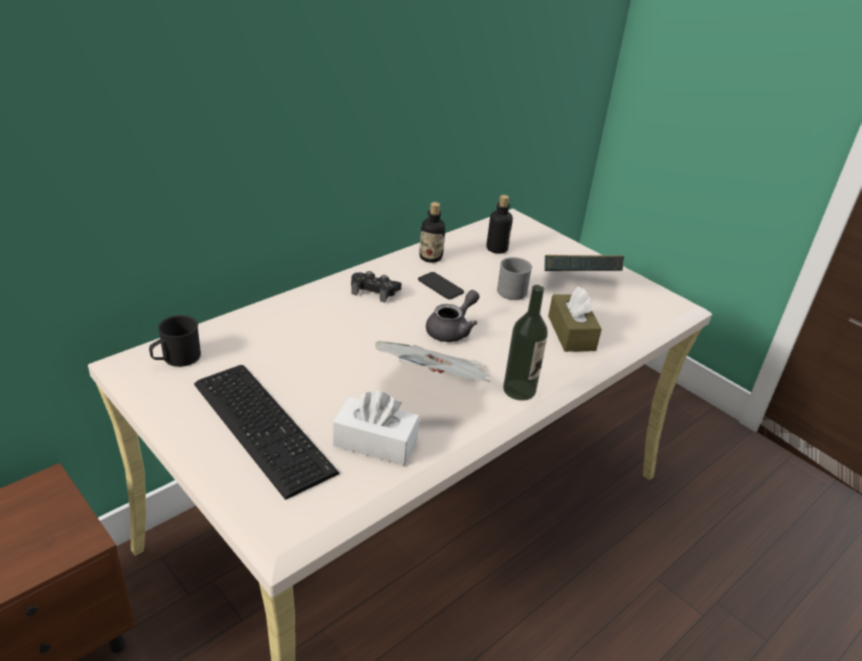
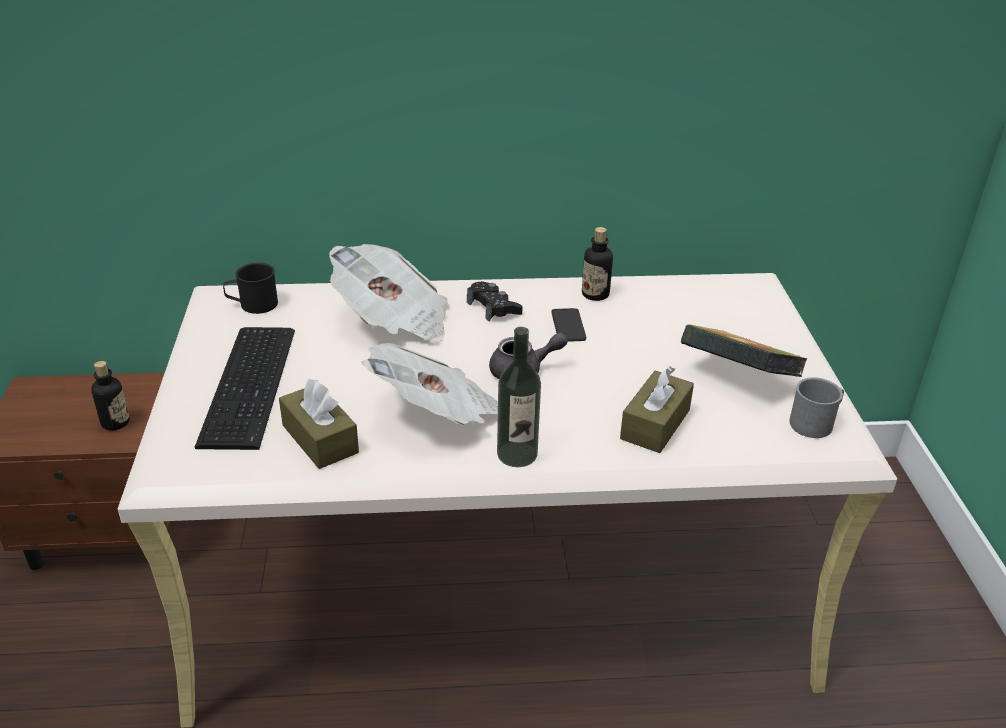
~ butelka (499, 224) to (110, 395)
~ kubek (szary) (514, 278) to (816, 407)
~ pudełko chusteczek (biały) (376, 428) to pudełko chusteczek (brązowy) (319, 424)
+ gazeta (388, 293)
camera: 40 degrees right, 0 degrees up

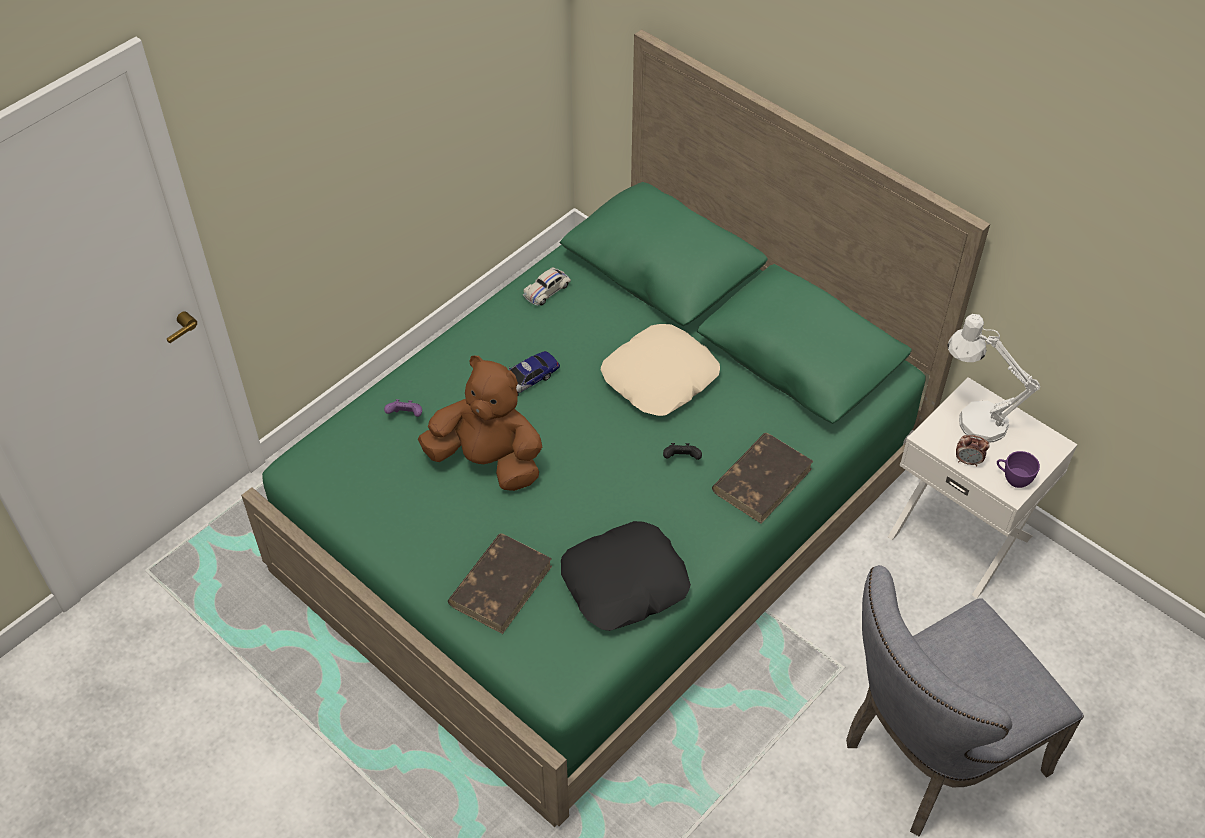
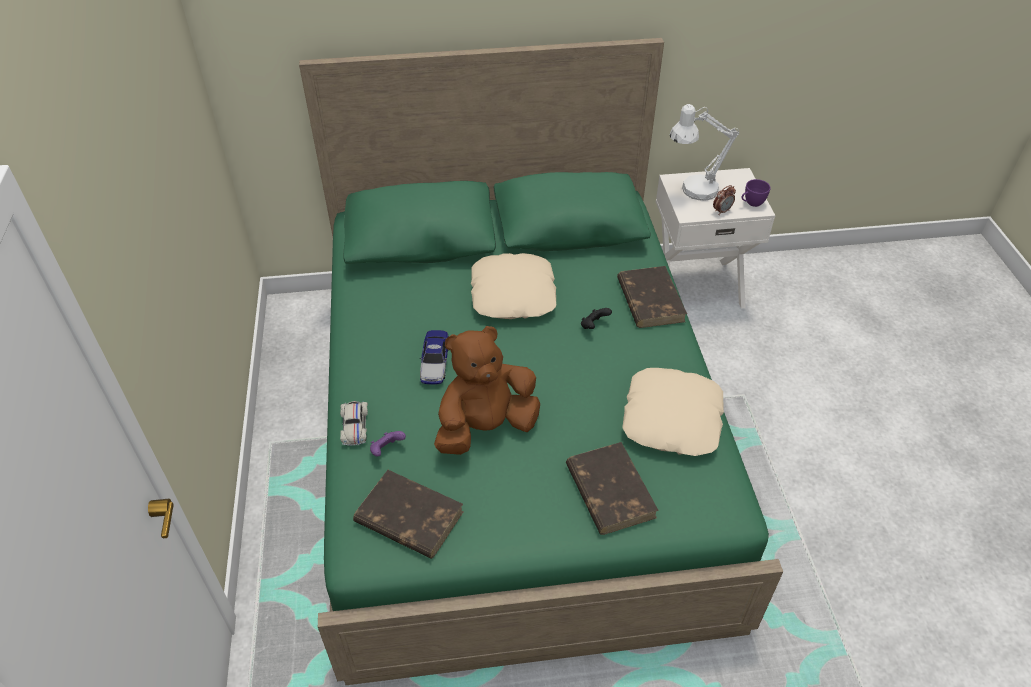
~ samochodzik (biały) (546, 286) to (354, 423)
~ poduszka (czarny) (626, 576) to poduszka (beżowy) (673, 412)
- krzesło (szary) (965, 700)
+ książka (brązowy) (408, 514)
camera: 50 degrees left, 5 degrees down

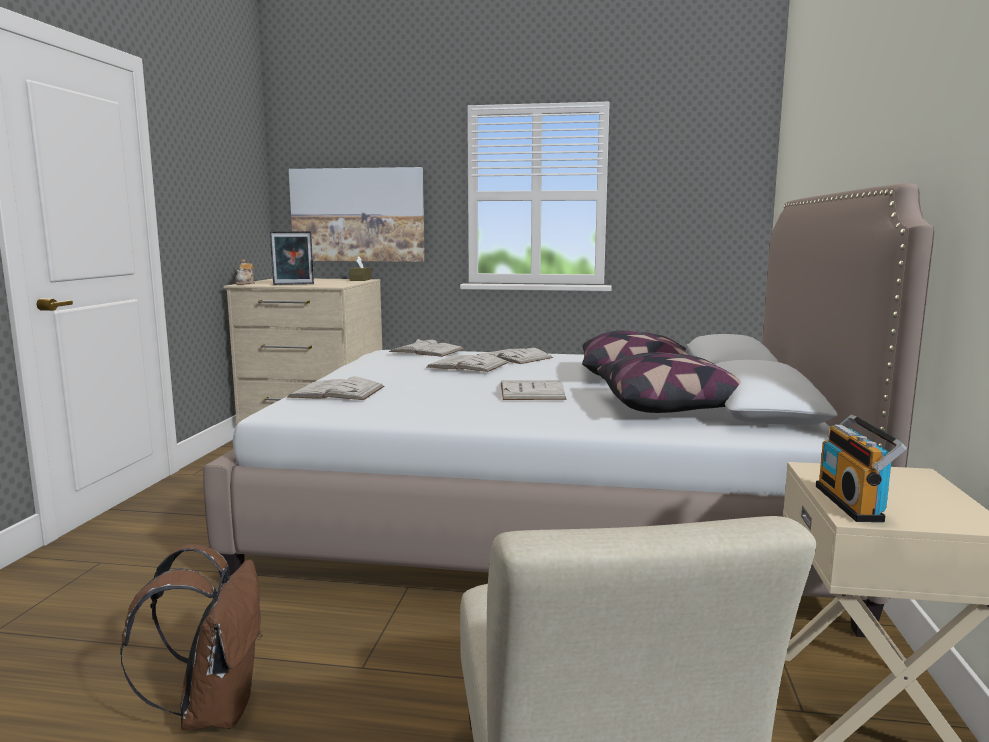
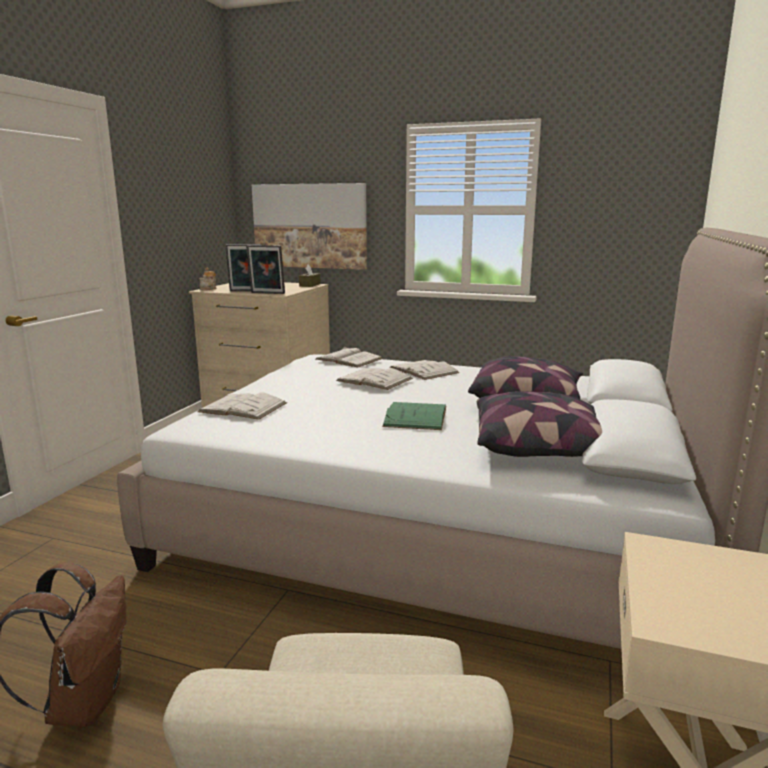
~ książka (biały) (534, 390) to książka (zielony) (414, 416)
- radio (861, 468)
+ ramka na zdjęcie (265, 269)
camera: 10 degrees right, 5 degrees up

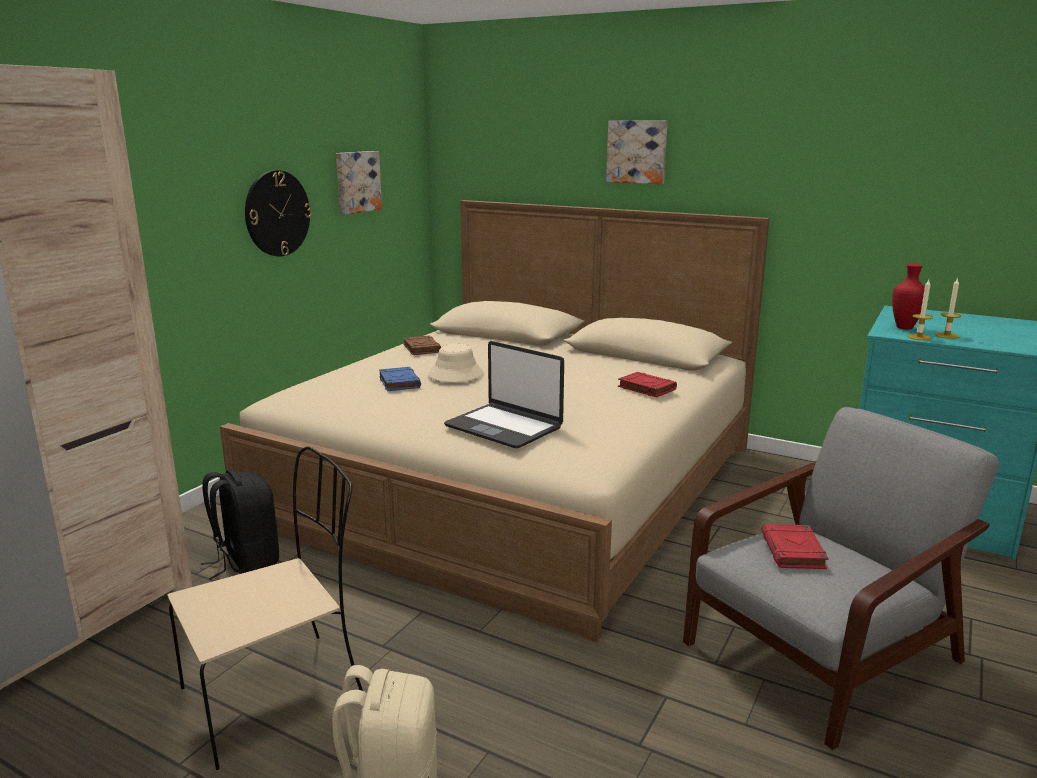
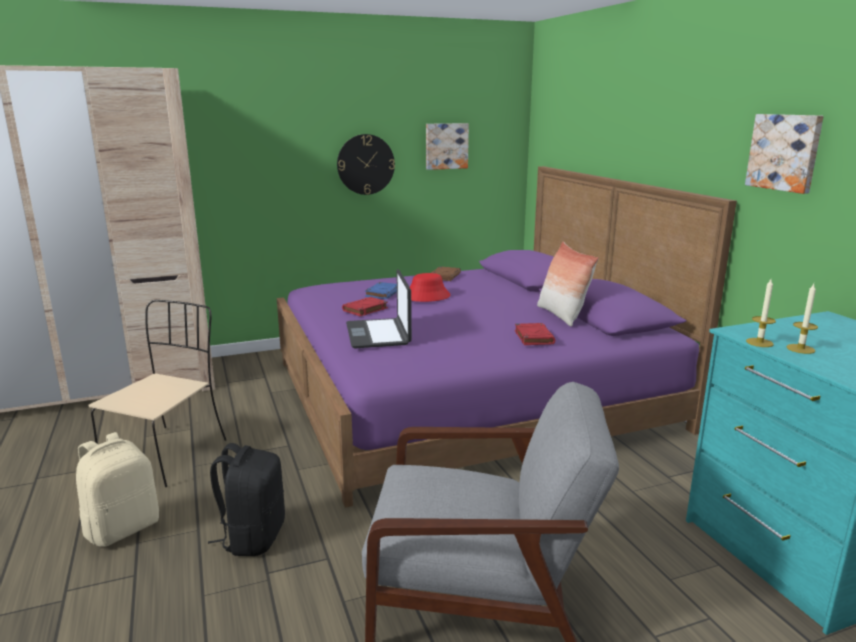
~ obraz (637, 152) to (784, 154)
~ łóżko (beżowy) (495, 421) to łóżko (fioletowy) (507, 337)
- wazon (czerwony) (908, 296)
~ kapelusz (beżowy) (455, 363) to kapelusz (czerwony) (430, 287)
~ krzesło (beżowy) (265, 608) = (157, 393) 75 degrees counterclockwise
~ plecak (czarny) (240, 525) to (246, 499)
~ książka (czerwony) (795, 546) to (365, 306)
+ poduszka (568, 284)
camera: 40 degrees right, 0 degrees up

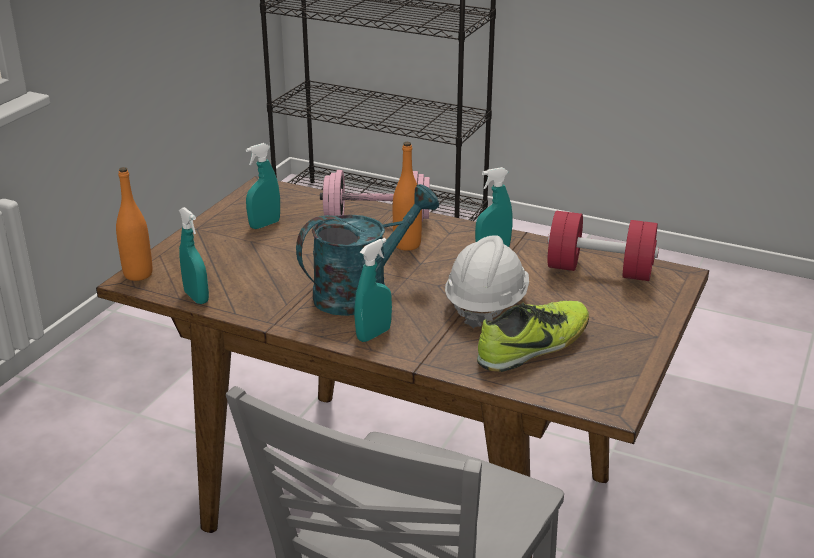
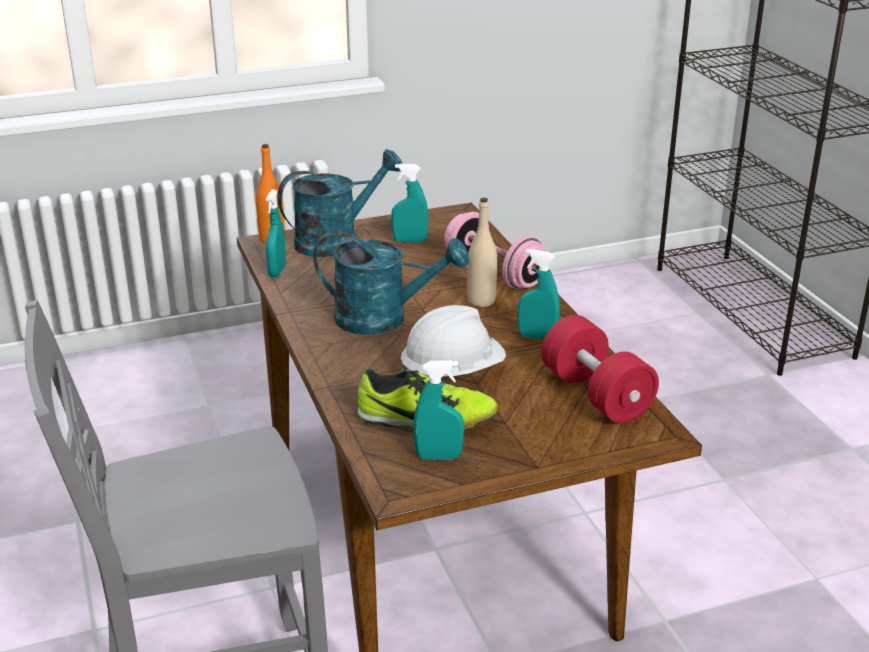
~ butelka (pomarańczowy) (407, 196) to butelka (beżowy) (482, 252)
~ spryskiwacz (turkusowy) (373, 290) to (439, 410)
+ konewka (turkusowy) (340, 203)
camera: 45 degrees right, 0 degrees up

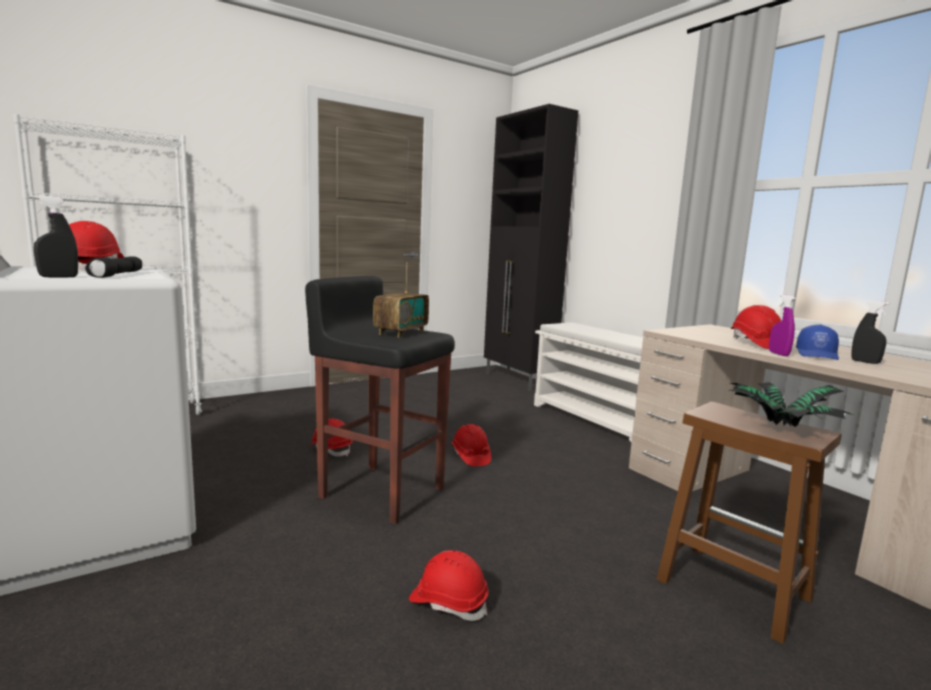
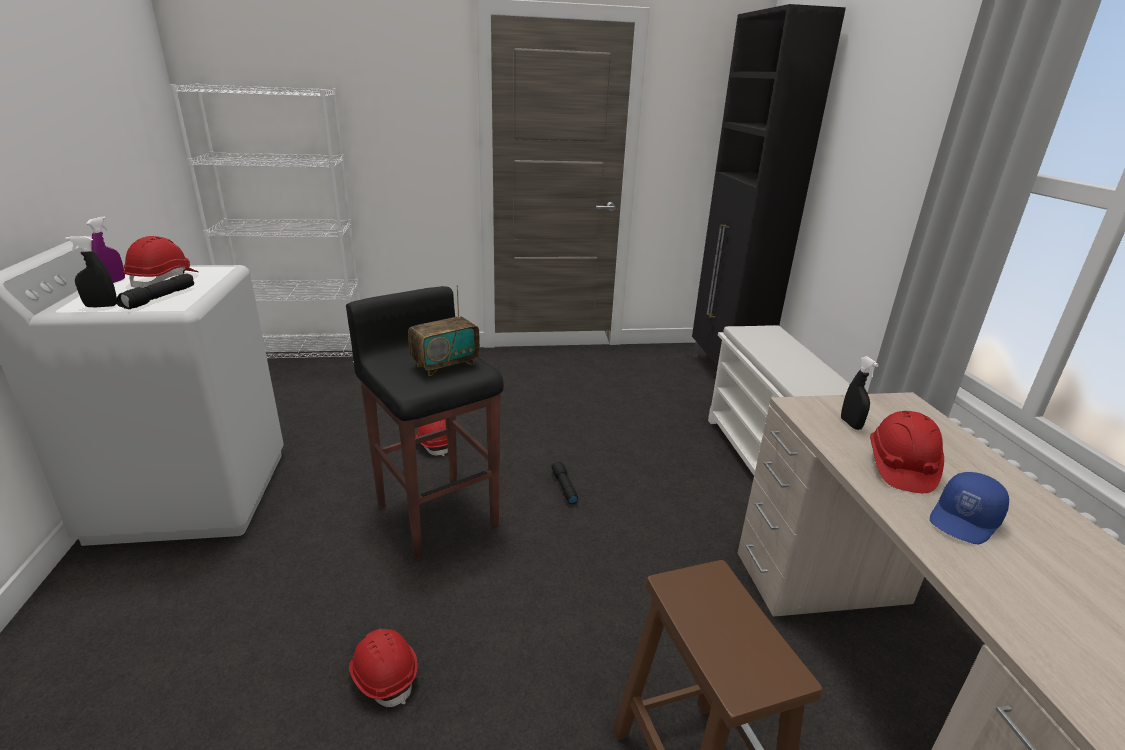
~ spryskiwacz (fioletowy) (782, 325) to (105, 249)
~ spryskiwacz (czarny) (870, 332) to (859, 393)
- roślina doniczkowa (791, 404)
~ kask (czerwony) (471, 445) to latarka (czarny) (564, 482)
camera: 25 degrees right, 15 degrees up

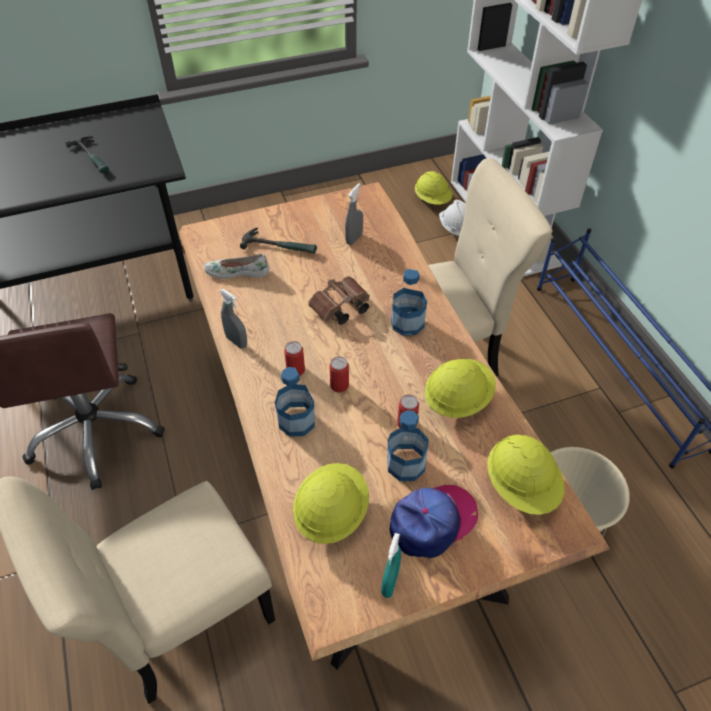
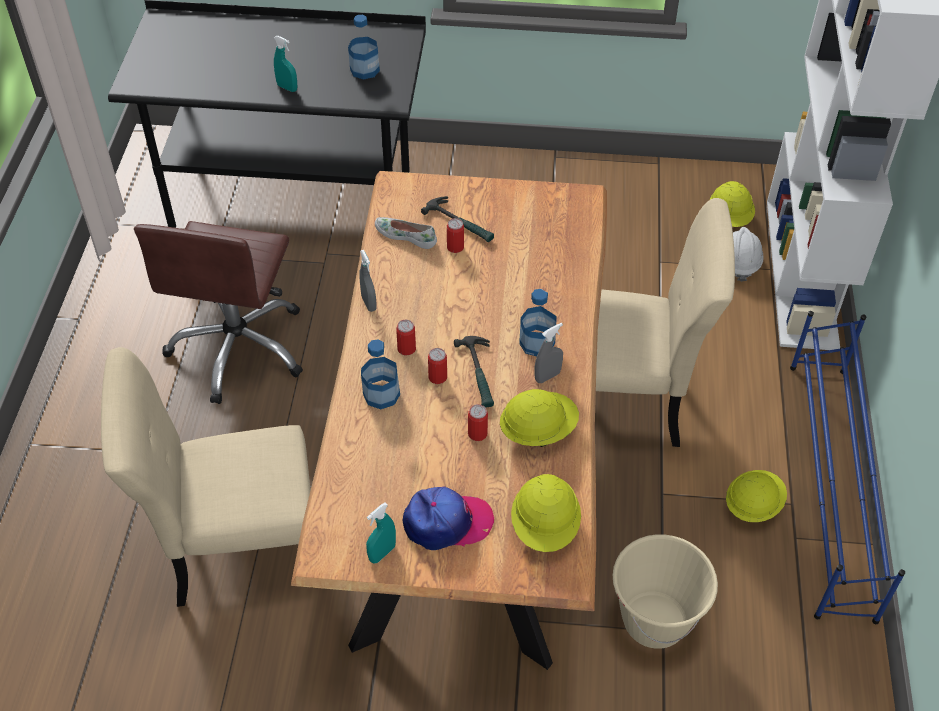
~ młotek (87, 154) to (474, 371)
~ spryskiwacz (szary) (354, 214) to (548, 353)
- lornetka (brązowy) (339, 300)
~ butelka (408, 445) to (364, 47)
~ kask (żółty) (331, 503) to (756, 496)
+ spryskiwacz (turkusowy) (285, 64)
+ puszka (455, 235)
camera: 25 degrees right, 0 degrees up

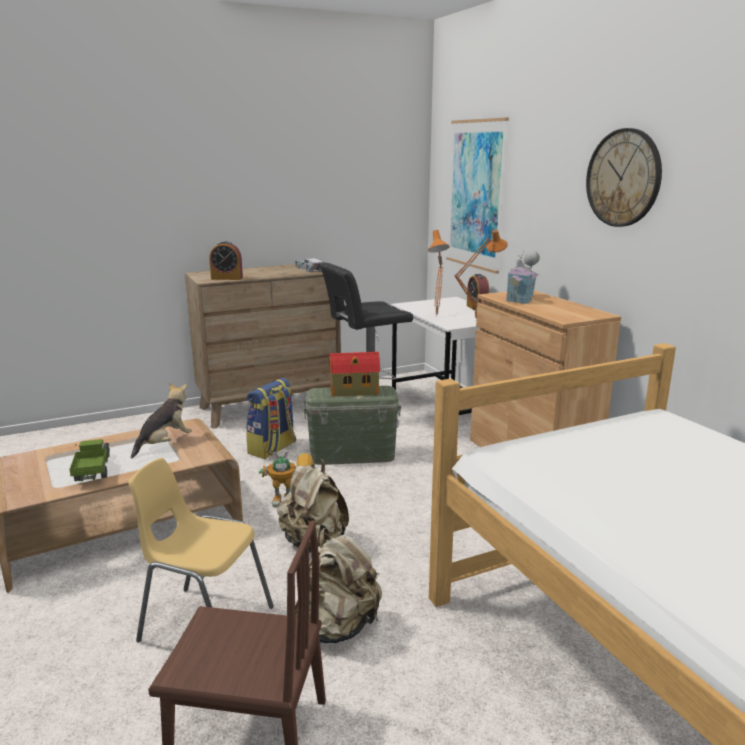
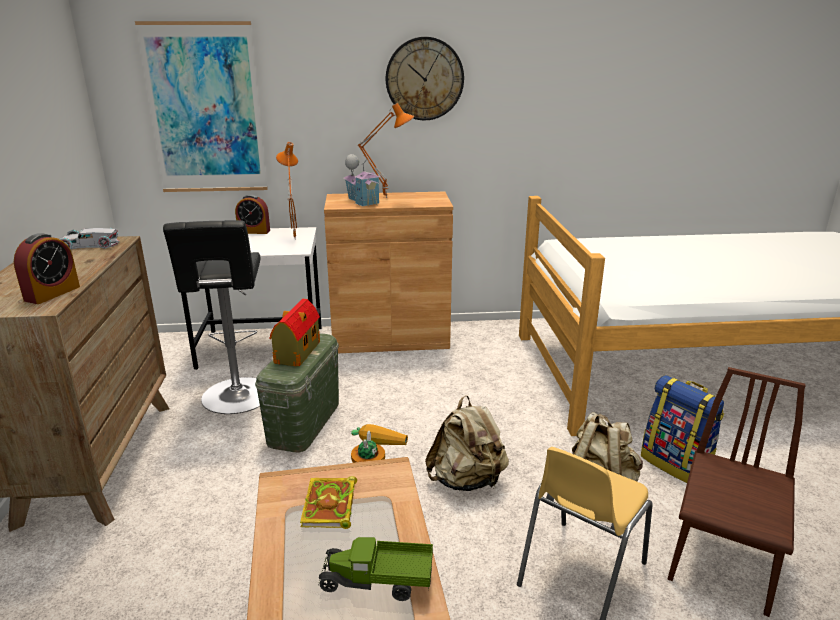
~ lampa stołowa (pomarańczowy) (439, 273) to (386, 150)
~ plecak (271, 418) to (682, 429)
~ pluszak (161, 421) to książka (328, 502)
camera: 70 degrees left, 5 degrees up

